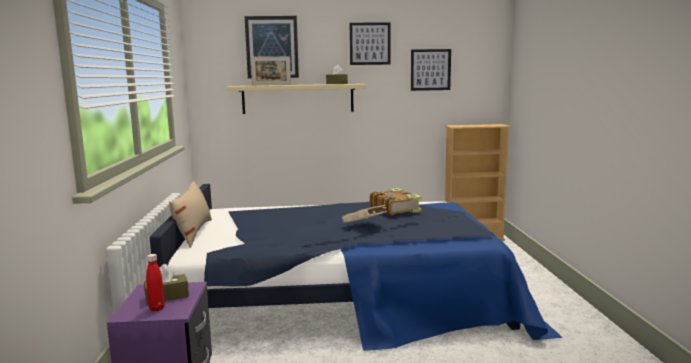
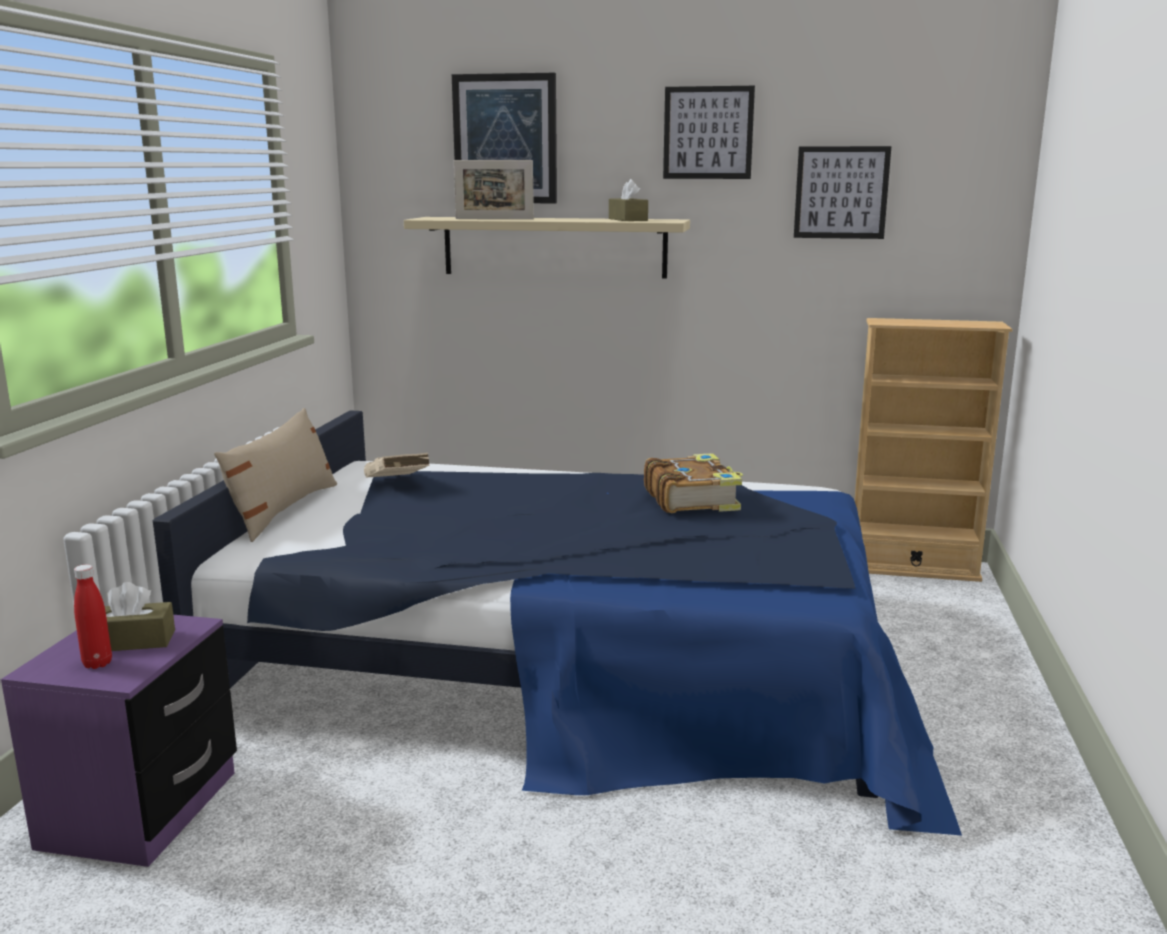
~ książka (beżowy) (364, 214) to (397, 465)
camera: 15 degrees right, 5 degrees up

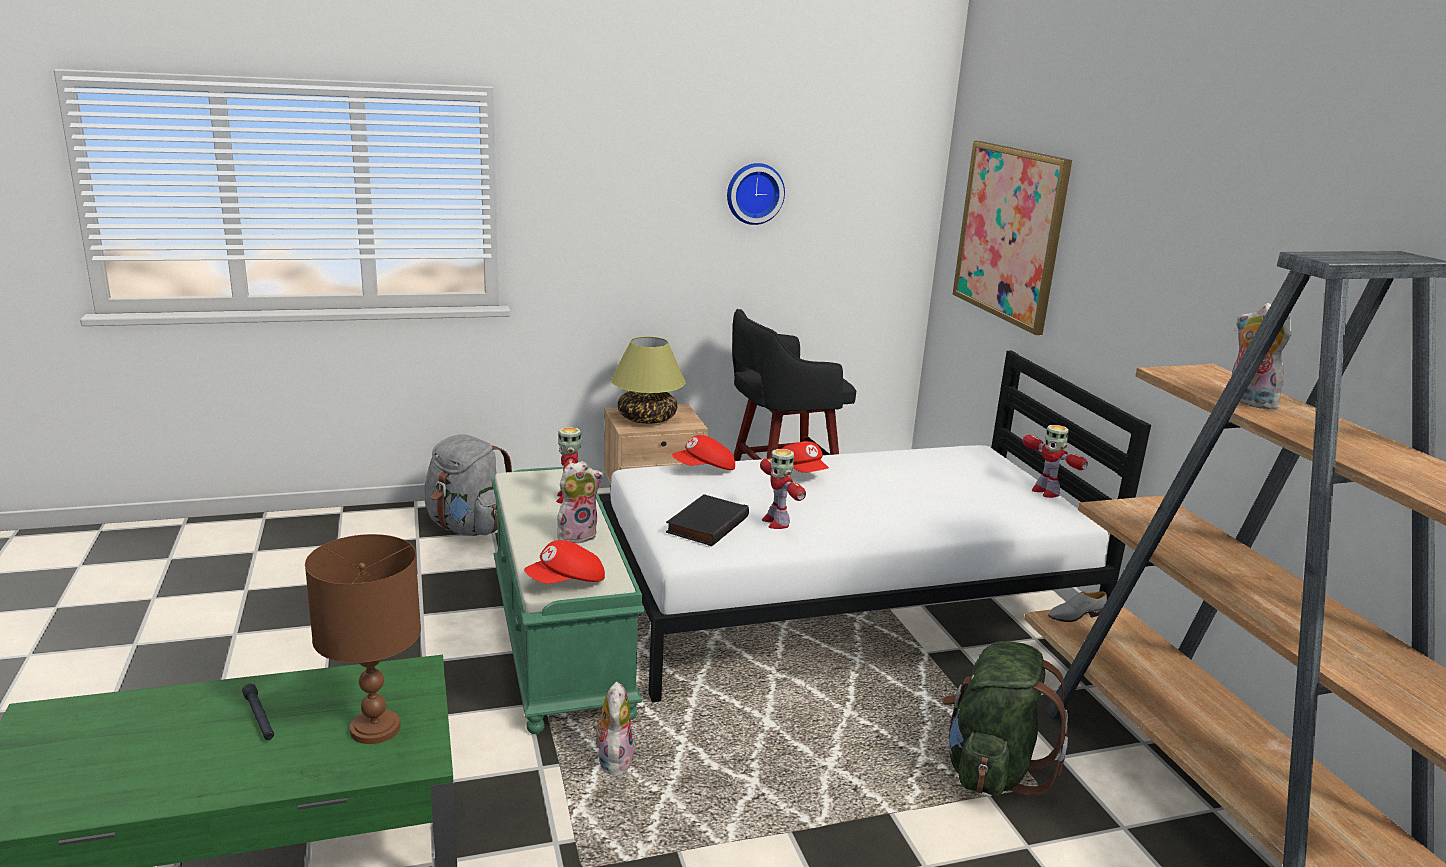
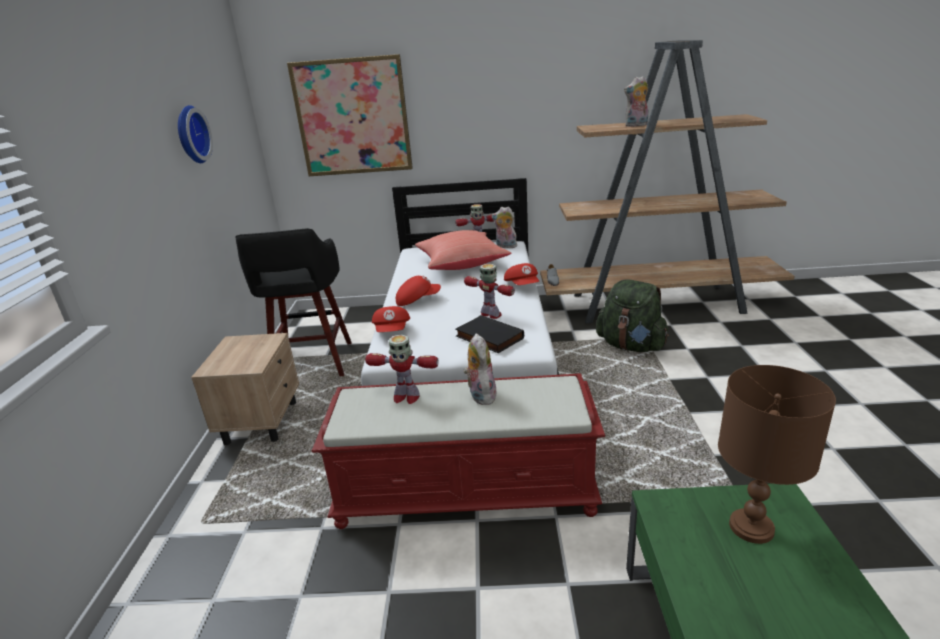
- lampa stołowa (648, 380)
- plecak (szary) (468, 485)
~ robot zabawkowy (783, 489) = (489, 291) 135 degrees counterclockwise
~ ławka (zielony) (568, 600) to ławka (czerwony) (458, 451)
~ czapka z daszkiem (czerwony) (564, 562) to (521, 274)
~ pluszak (613, 730) to (504, 227)
- latarka (czarny) (258, 712)
+ poduszka (czerwony) (463, 250)
camera: 70 degrees left, 5 degrees up

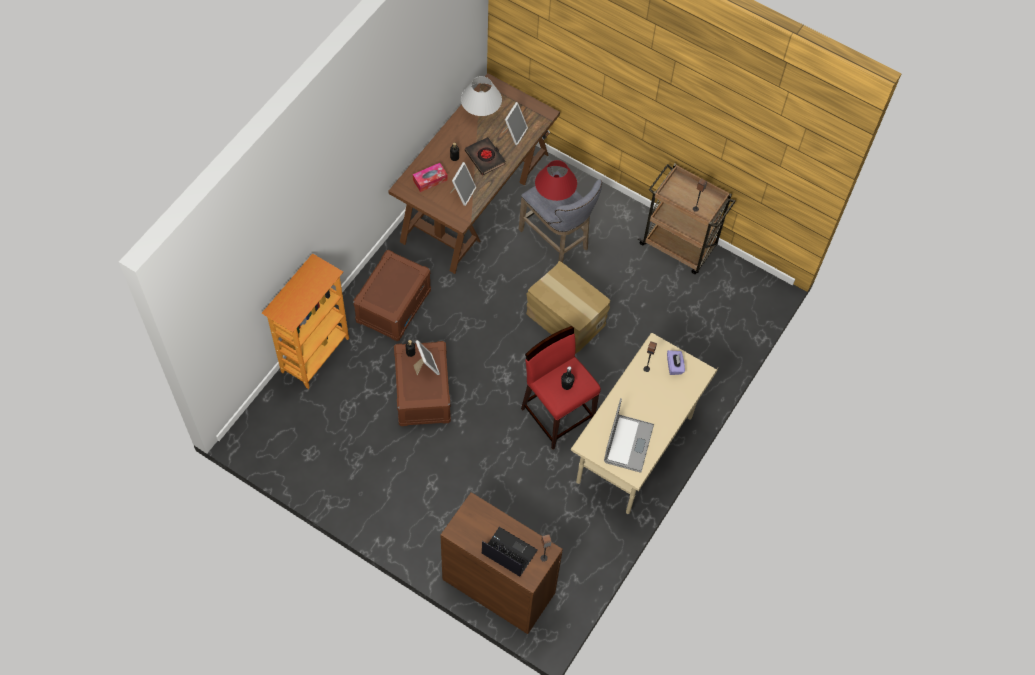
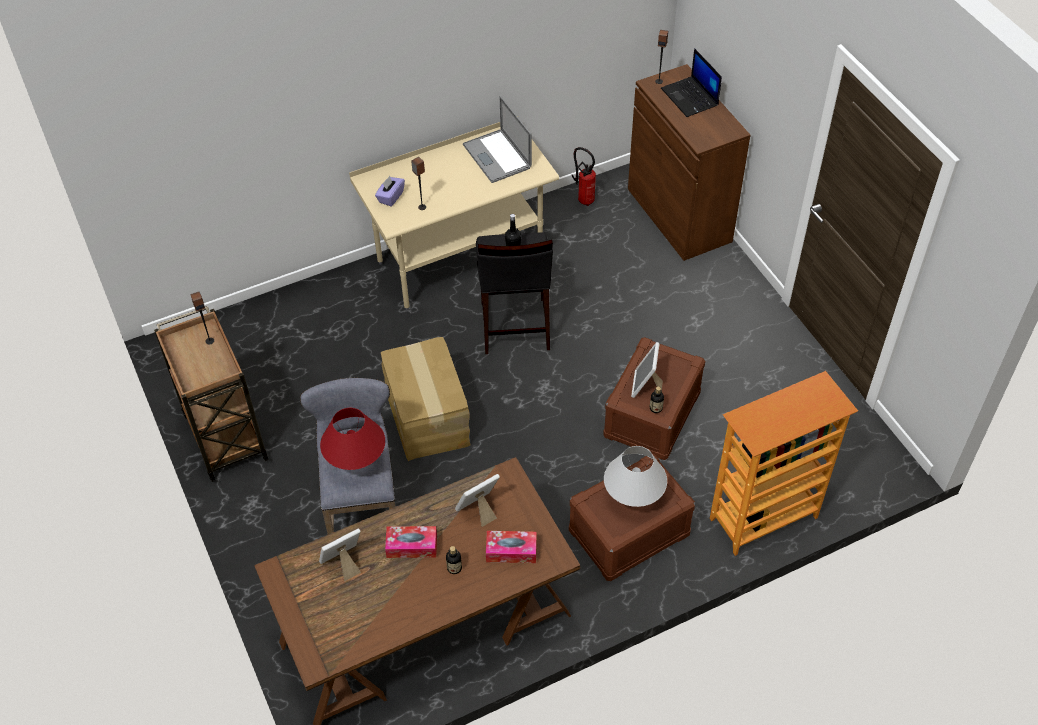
~ lampa stołowa (biały) (481, 96) to (635, 476)
~ książka (czarny) (485, 156) to pudełko chusteczek (411, 542)
~ stołek (czerwony) (561, 388) to stołek (czarny) (514, 293)
~ laptop (629, 435) = (497, 139) 75 degrees counterclockwise
+ gaśnica (584, 176)
camera: 145 degrees left, 10 degrees down

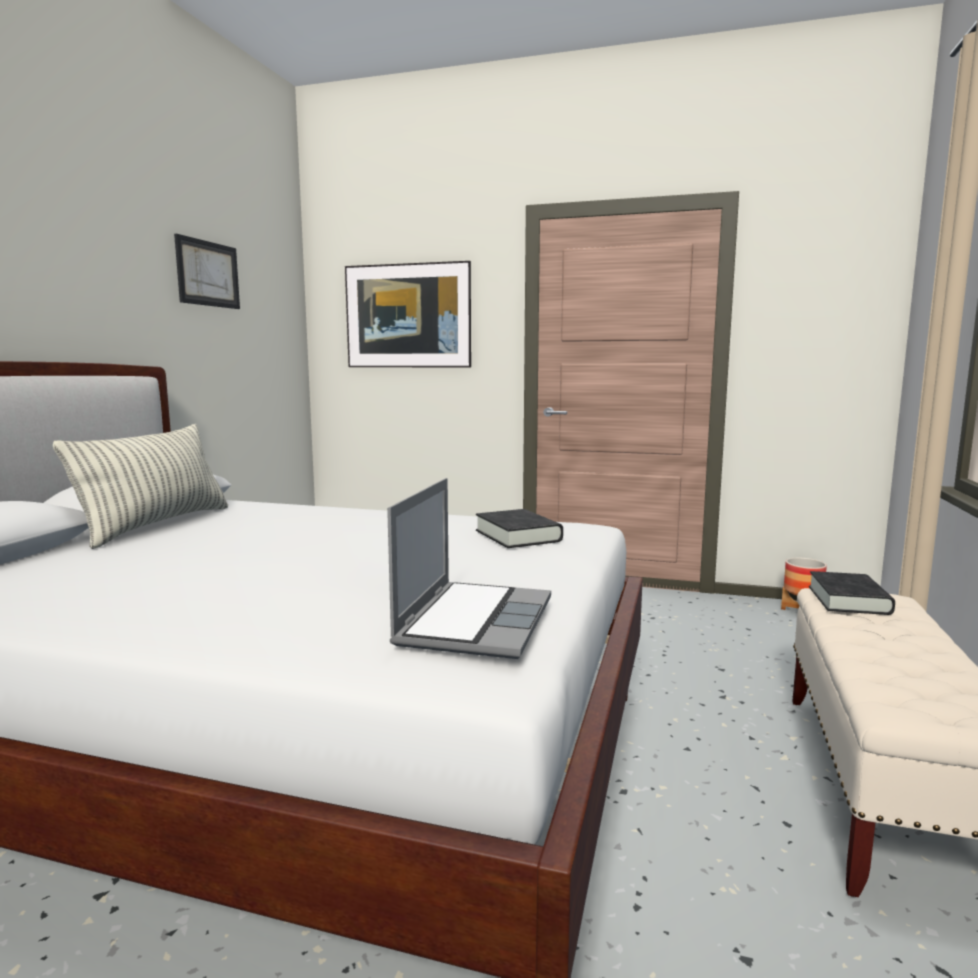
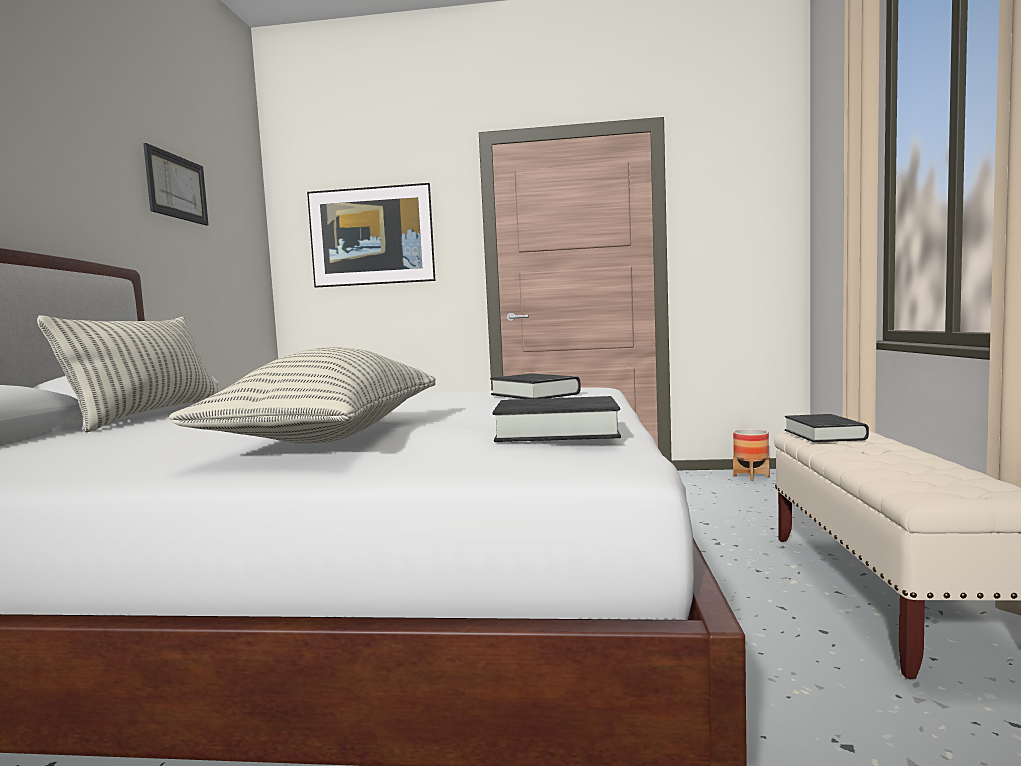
~ laptop (469, 568) to książka (czarny) (556, 419)
+ poduszka (302, 395)
camera: 10 degrees left, 5 degrees down

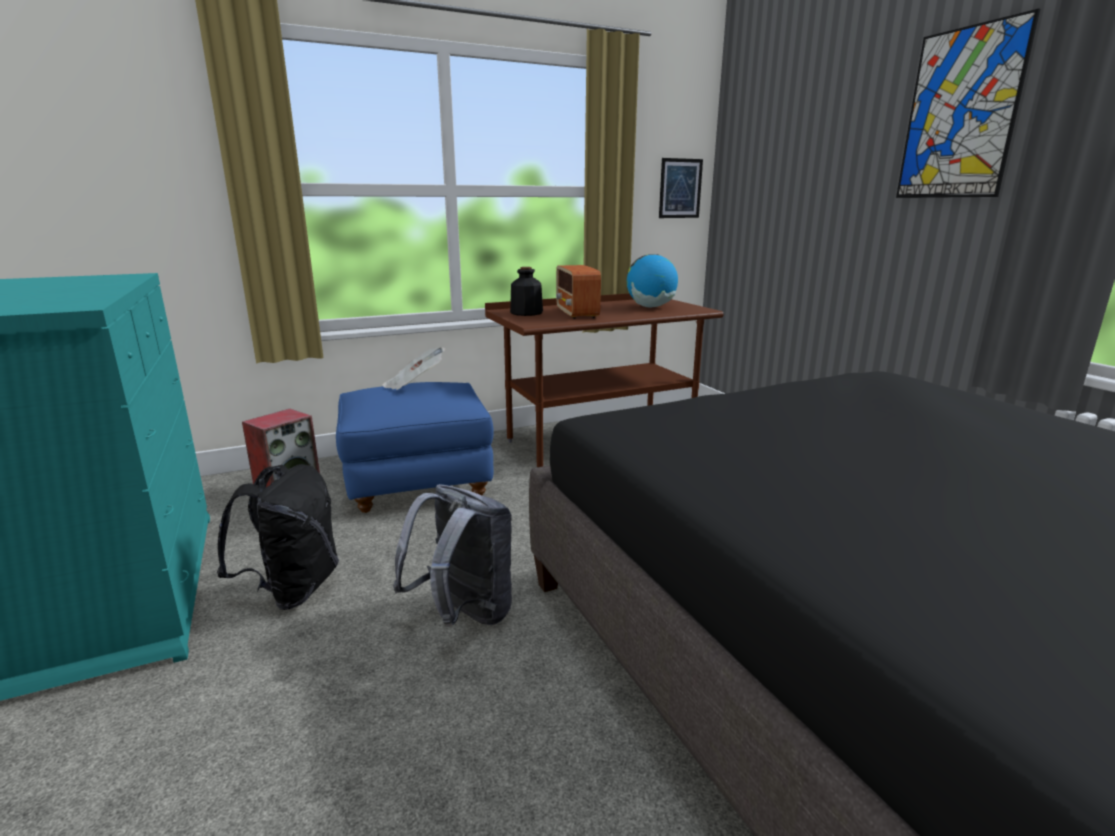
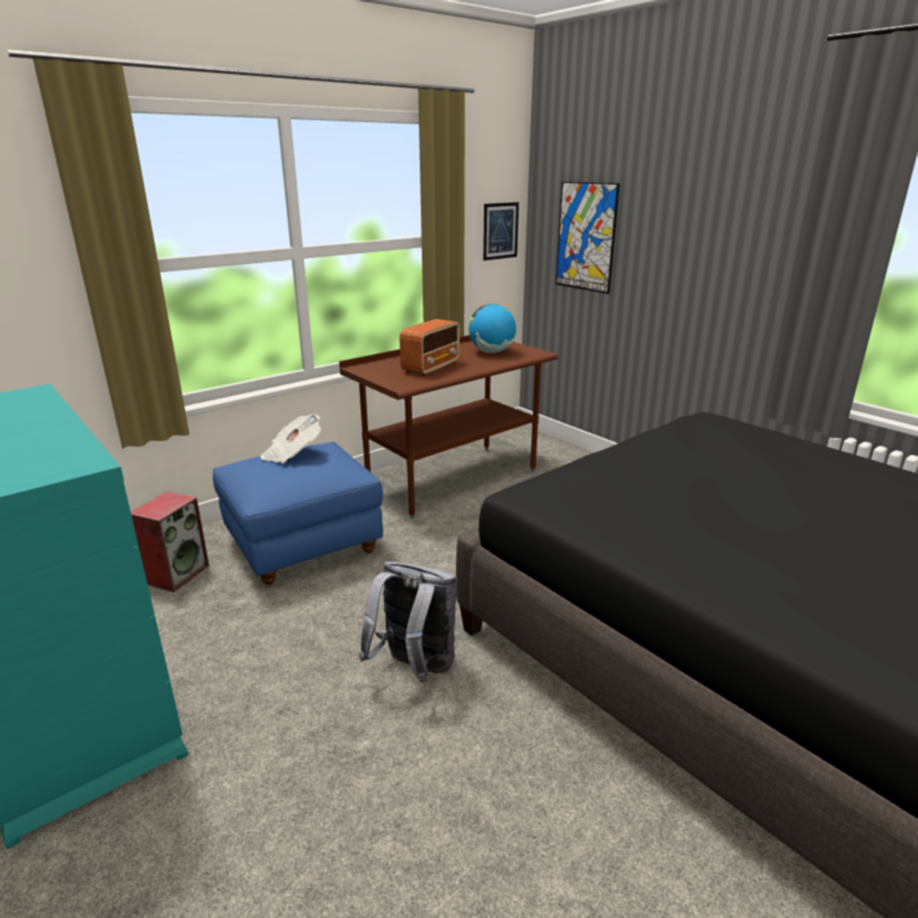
~ obraz (968, 103) to (588, 238)
~ radio (578, 292) = (430, 347) 120 degrees counterclockwise
- butelka (526, 291)
- plecak (czarny) (278, 537)
camera: 15 degrees left, 5 degrees up

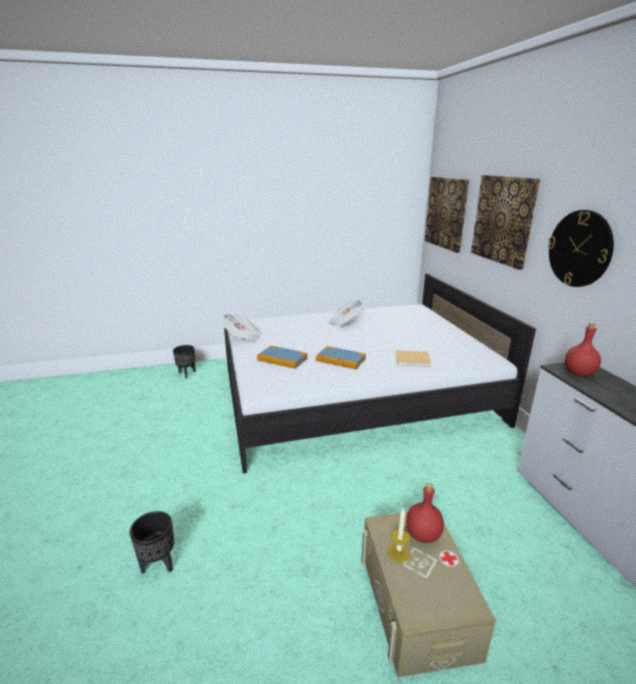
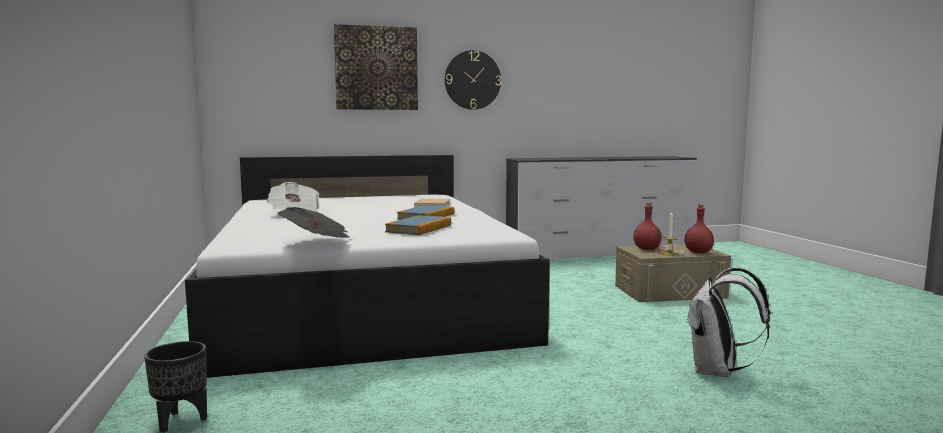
- obraz (447, 215)
~ butelka (czerwony) (583, 349) to (699, 228)
~ donica (czarny) (152, 542) to plecak (biały) (728, 322)
camera: 90 degrees left, 15 degrees down

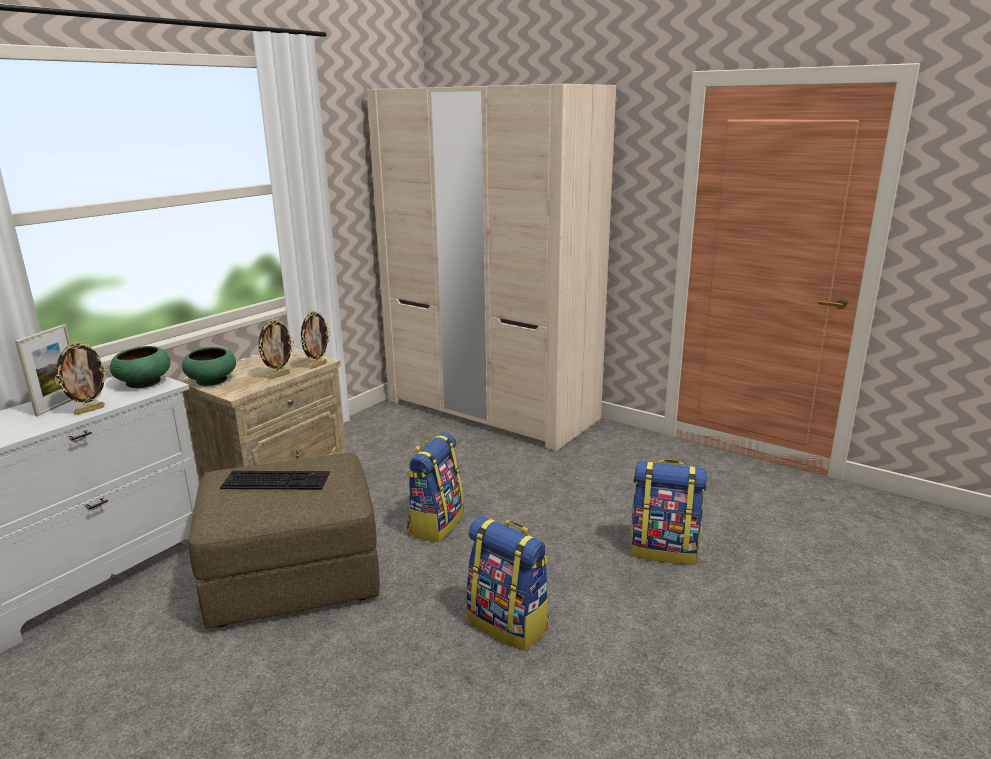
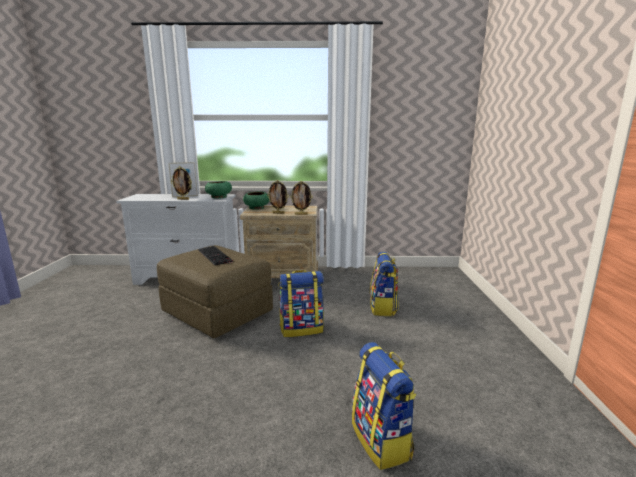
- szafa (beżowy) (491, 267)
~ plecak (507, 583) to (384, 284)
camera: 55 degrees right, 5 degrees down

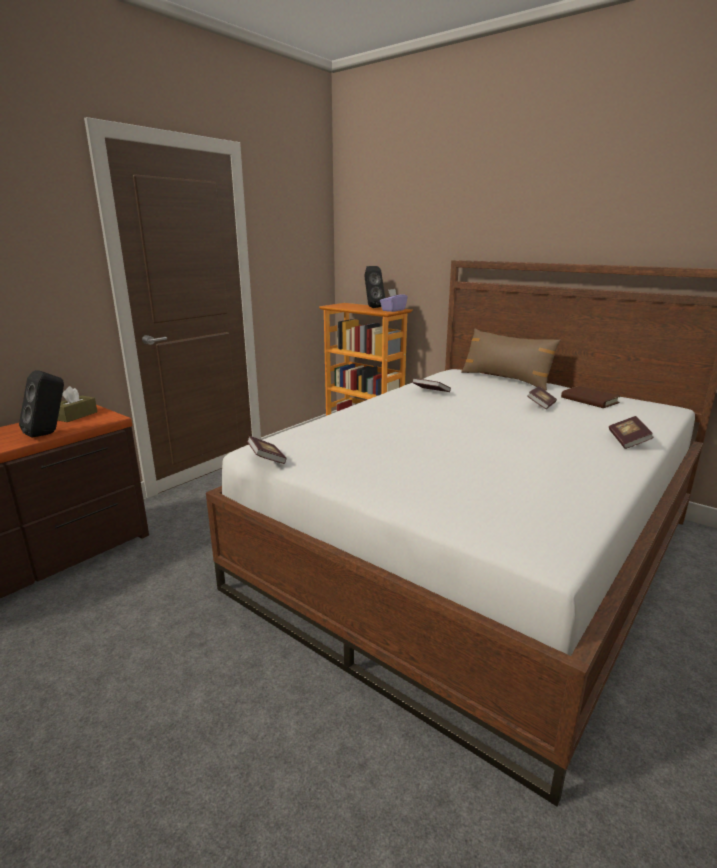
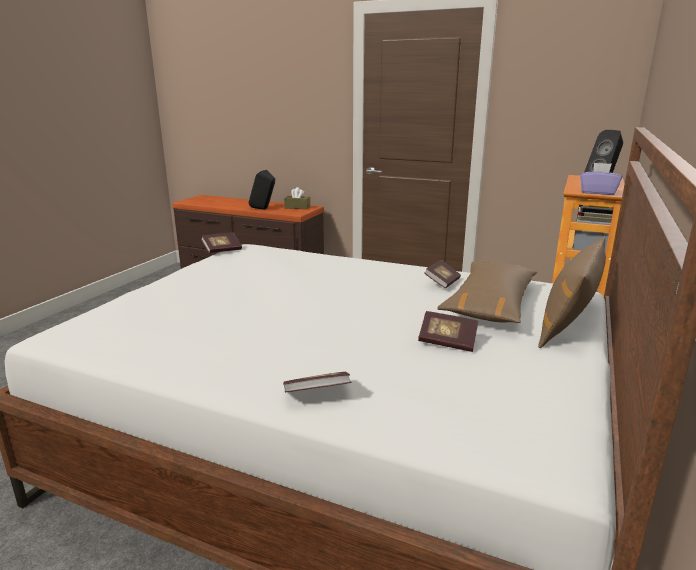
- książka (brązowy) (591, 397)
+ poduszka (brązowy) (487, 292)
camera: 75 degrees right, 0 degrees up

